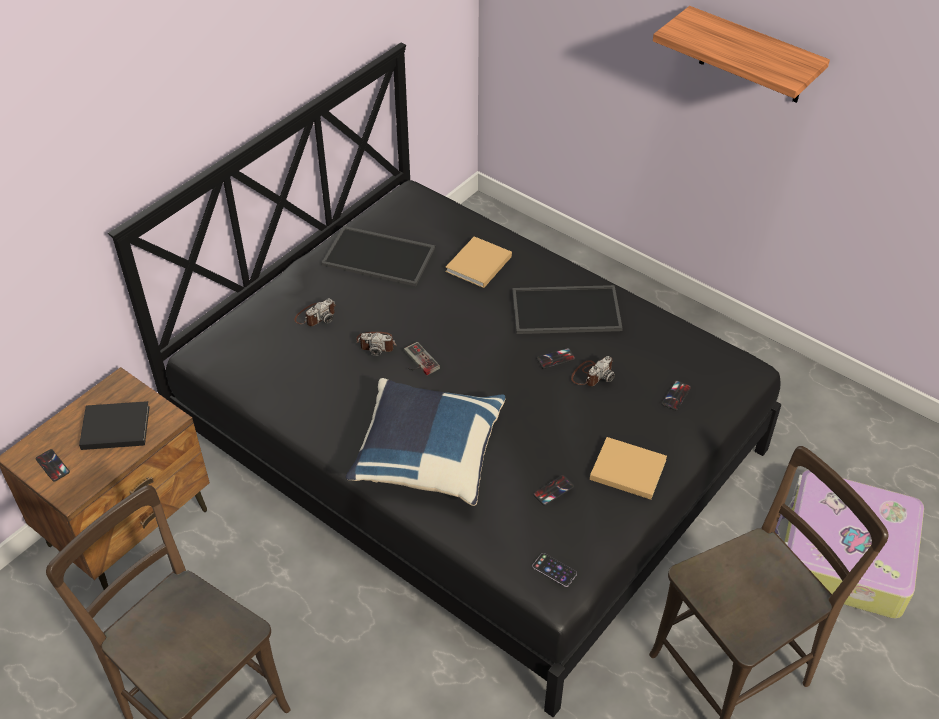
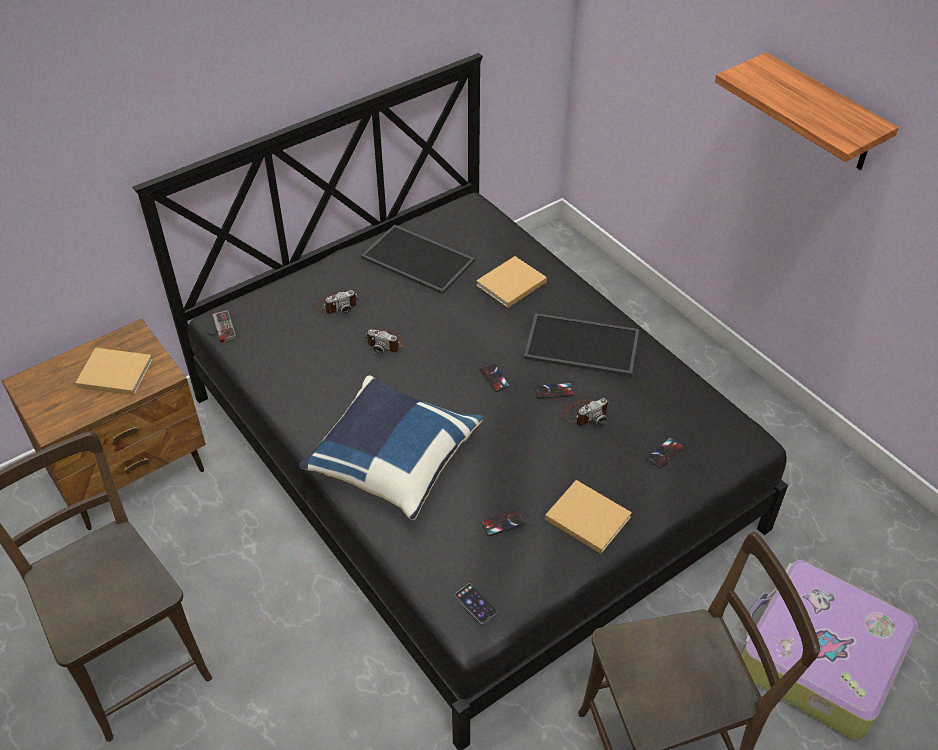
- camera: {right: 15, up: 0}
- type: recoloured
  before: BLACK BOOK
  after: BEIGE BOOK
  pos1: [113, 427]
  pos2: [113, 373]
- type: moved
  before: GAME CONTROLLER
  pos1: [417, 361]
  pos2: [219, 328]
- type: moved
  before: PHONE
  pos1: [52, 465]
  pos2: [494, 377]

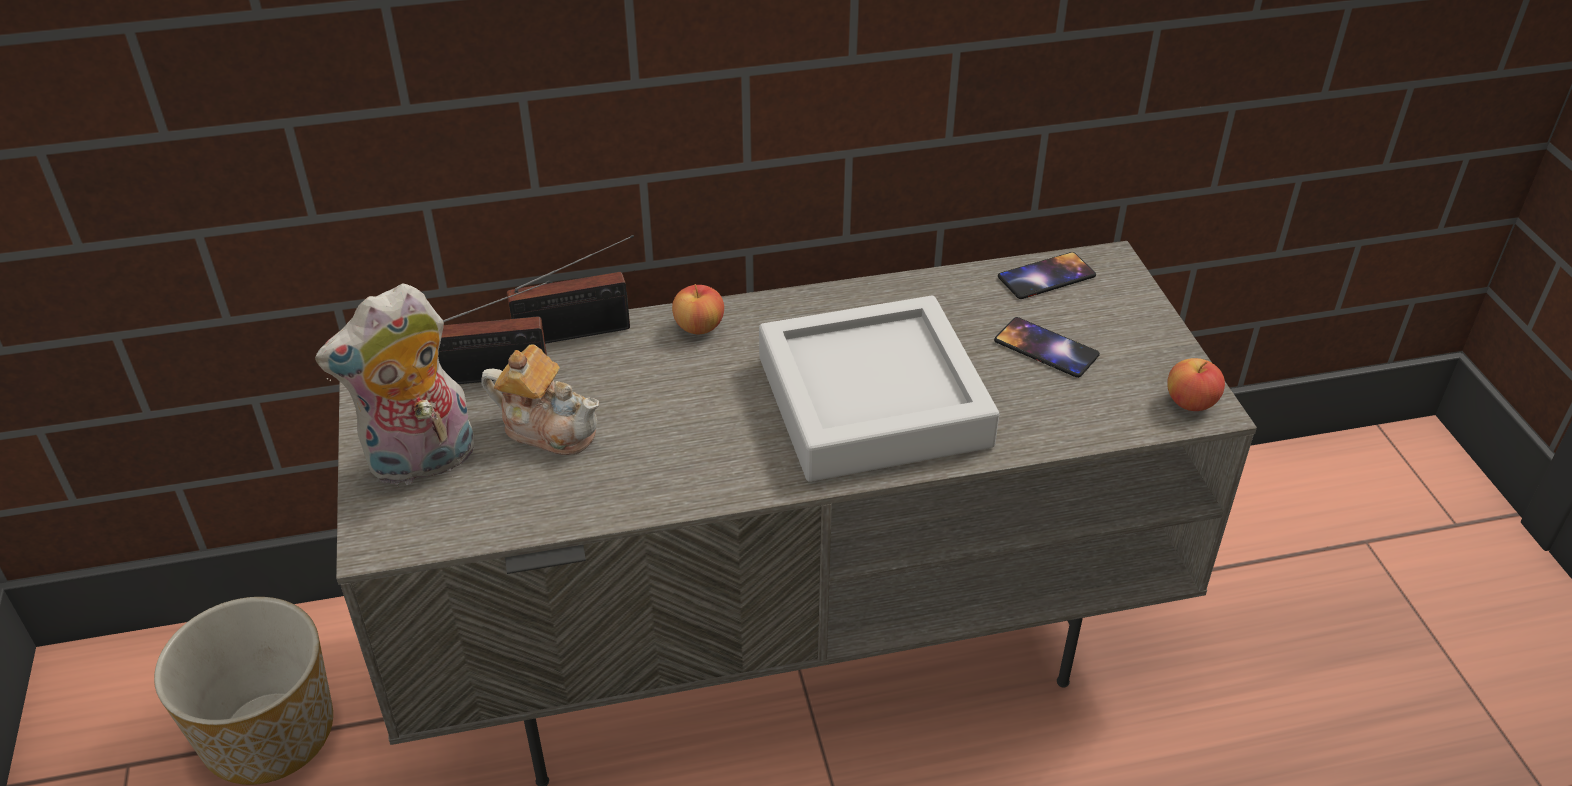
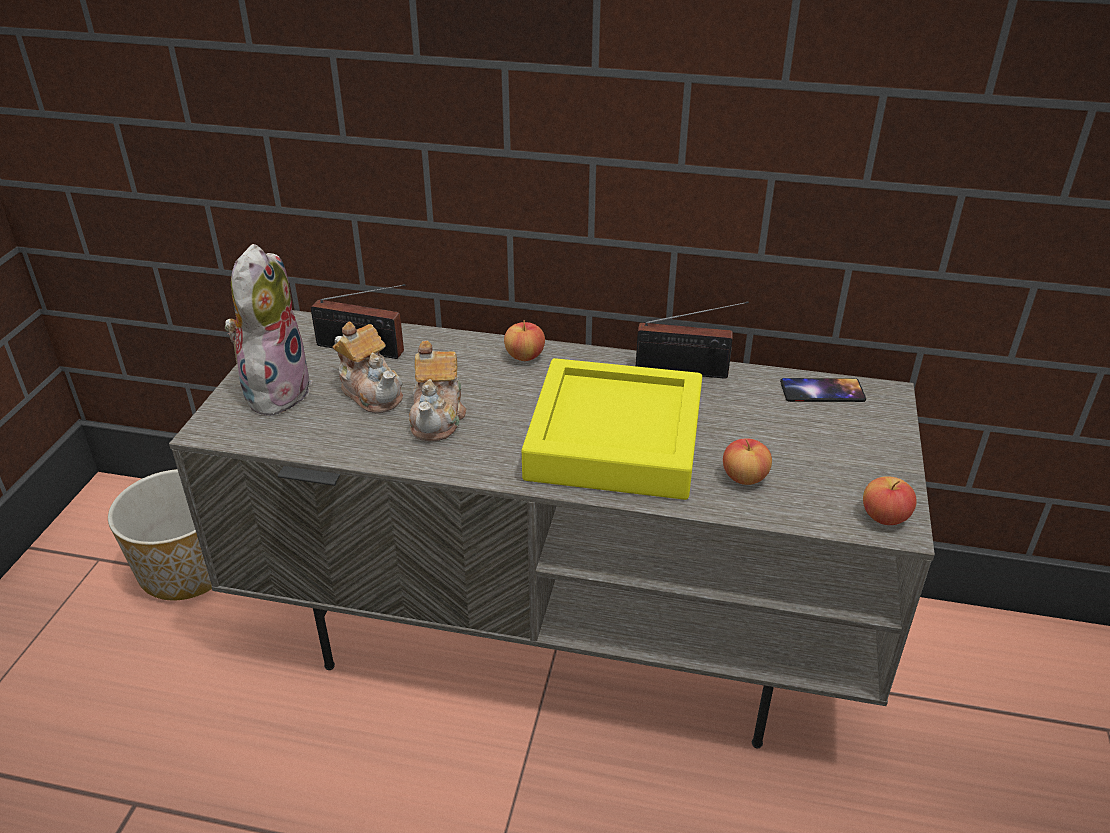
- camera: {right: 25, up: -5}
- type: turned
  before: PLUSH TOY
  pos1: [421, 463]
  pos2: [275, 390]
  turn: 105
- type: added
  after: TEAPOT
  pos2: [438, 417]
- type: recoloured
  before: GREY TRAY
  after: YELLOW TRAY
  pos1: [873, 401]
  pos2: [615, 440]
- type: moved
  before: RADIO
  pos1: [579, 332]
  pos2: [687, 371]
- type: added
  after: APPLE
  pos2: [744, 477]
- type: removed
  before: PHONE
  pos1: [1046, 348]

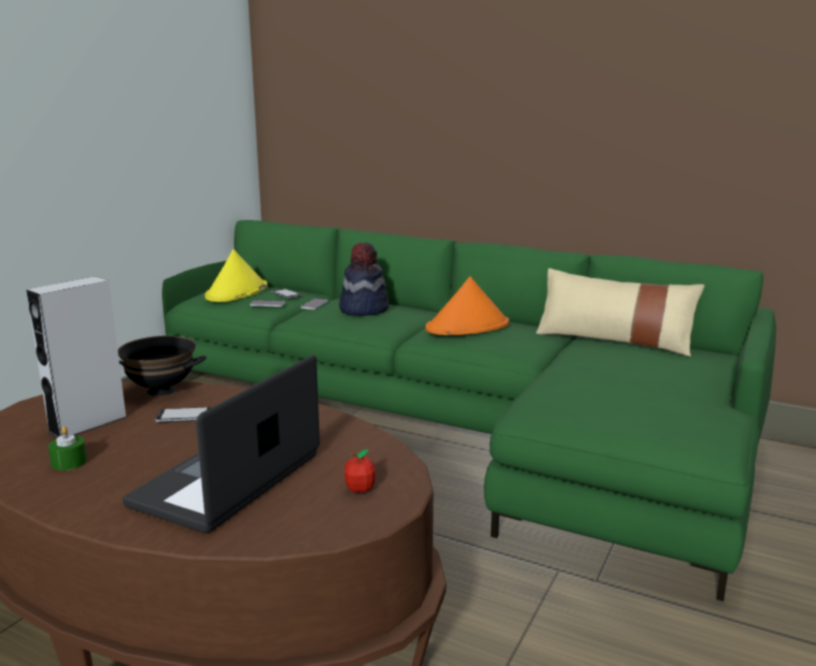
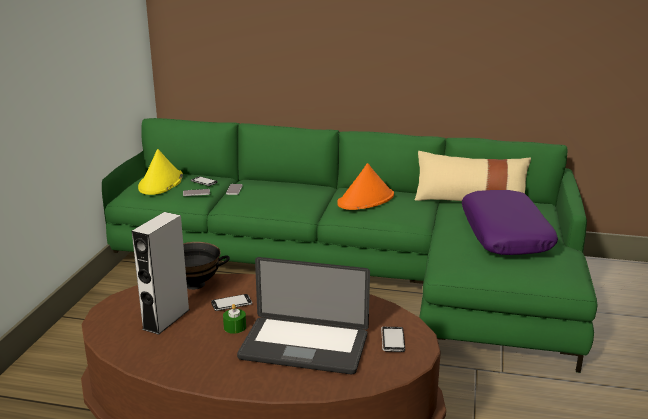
- camera: {right: -15, up: 5}
- type: moved
  before: GREEN CANDLE
  pos1: [69, 462]
  pos2: [235, 327]
- type: turned
  before: LAPTOP
  pos1: [228, 480]
  pos2: [304, 347]
  turn: -90
- type: replaced
  before: APPLE
  after: PHONE
  pos1: [360, 489]
  pos2: [392, 340]
- type: added
  after: PURPLE PILLOW
  pos2: [505, 234]
- type: removed
  before: HAT
  pos1: [363, 309]

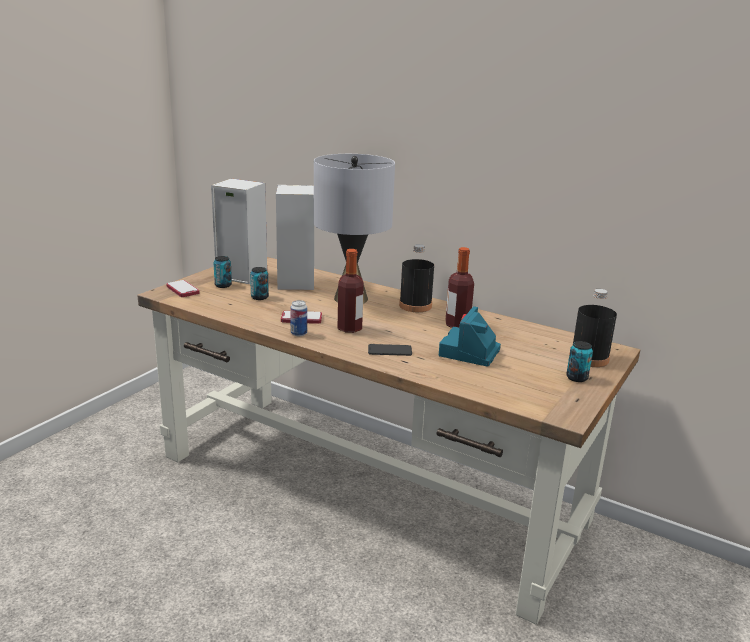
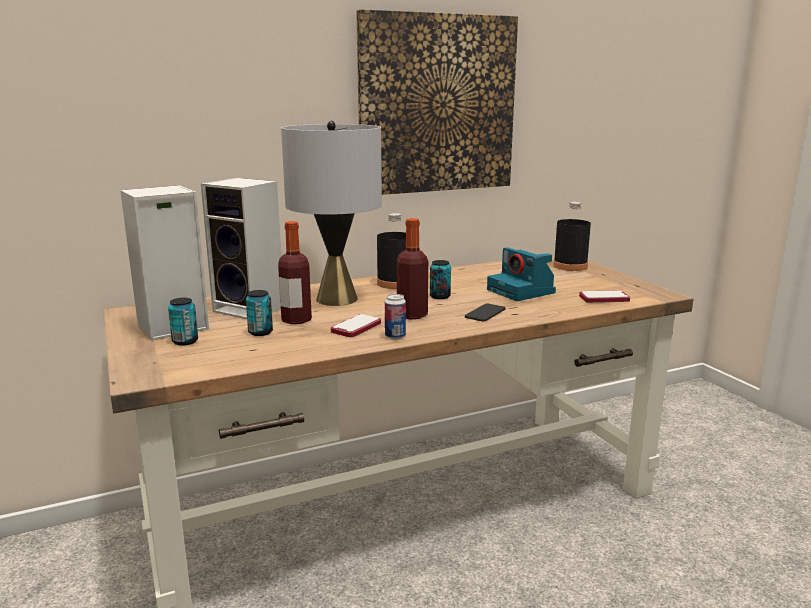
- camera: {right: -55, up: -5}
- type: moved
  before: BOTTLE
  pos1: [457, 325]
  pos2: [296, 320]
- type: added
  after: PICTURE
  pos2: [437, 104]
- type: moved
  before: CAN
  pos1: [577, 378]
  pos2: [440, 296]
- type: moved
  before: PHONE
  pos1: [182, 290]
  pos2: [604, 298]

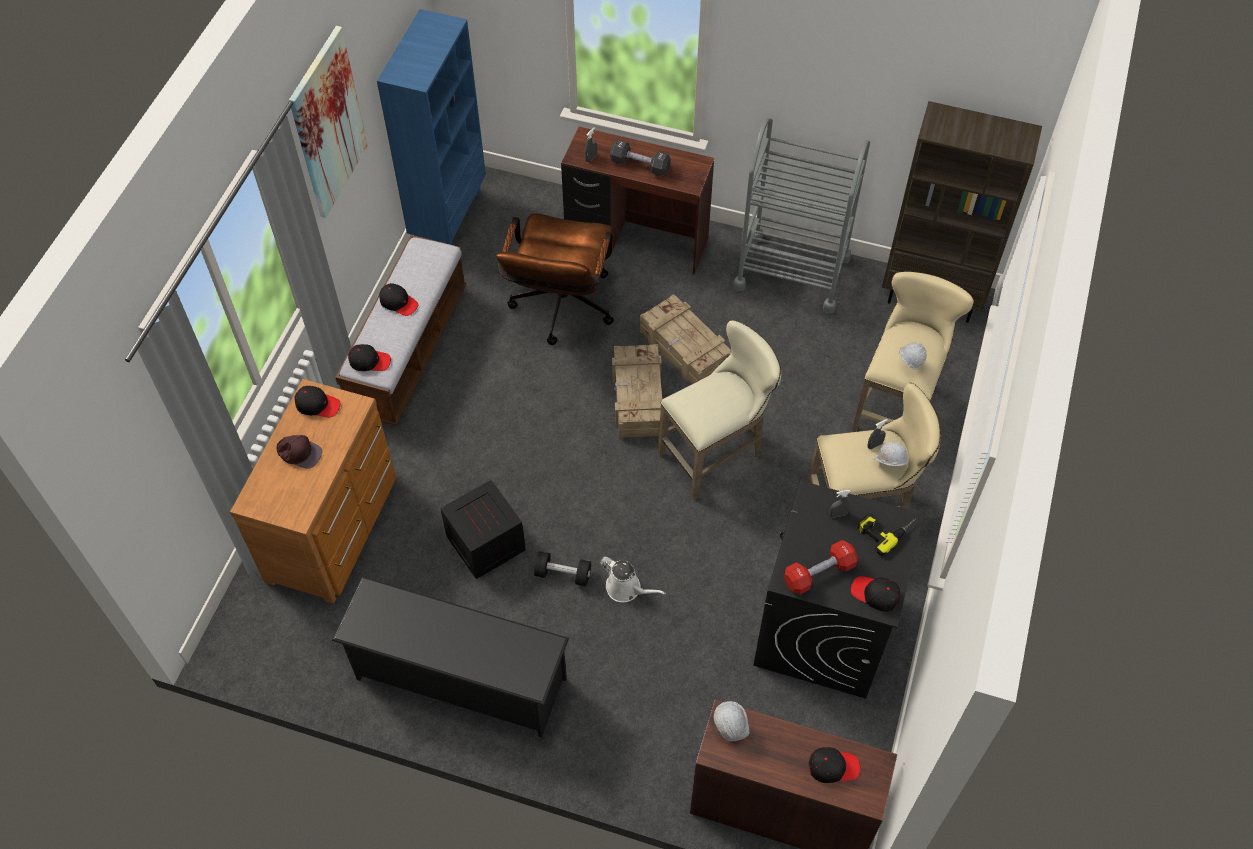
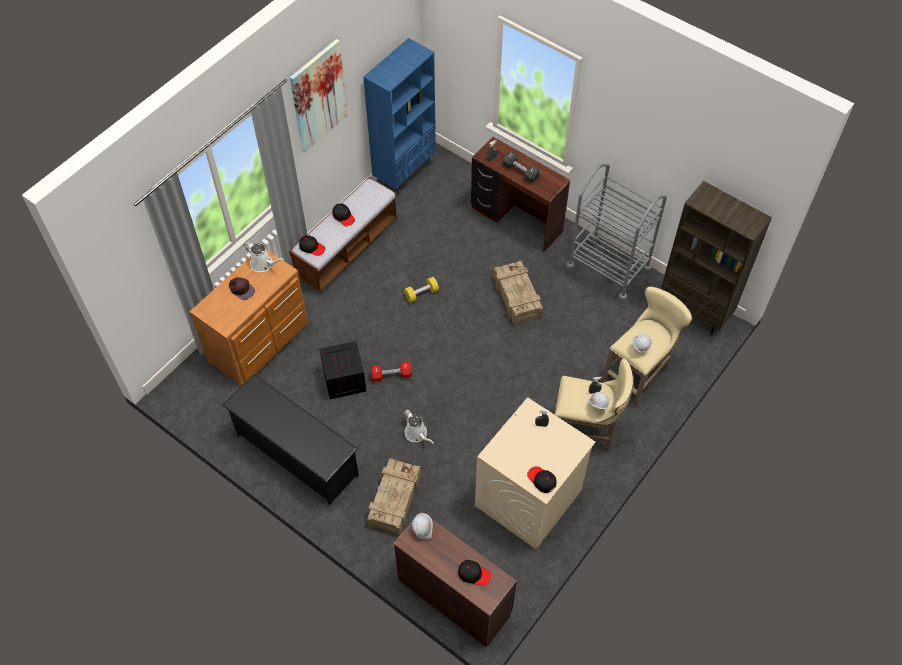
- camera: {right: 20, up: 0}
- type: replaced
  before: BLACK CAP
  after: WHITE WATERING CAN
  pos1: [317, 405]
  pos2: [263, 264]
- type: moved
  before: CRATE
  pos1: [637, 399]
  pos2: [394, 501]
- type: moved
  before: RED DUMBBELL
  pos1: [819, 573]
  pos2: [391, 375]
- type: added
  after: YELLOW DUMBBELL
  pos2: [421, 294]
- type: recoloured
  before: BLACK WASHING MACHINE
  after: BEIGE WASHING MACHINE
  pos1: [823, 630]
  pos2: [528, 499]
- type: removed
  before: BROWN OFFICE CHAIR
  pos1: [560, 311]
- type: removed
  before: BLACK DUMBBELL
  pos1: [563, 574]
- type: removed
  before: BEIGE STOOL
  pos1: [716, 454]
- type: removed
  before: POWER DRILL
  pos1: [885, 528]

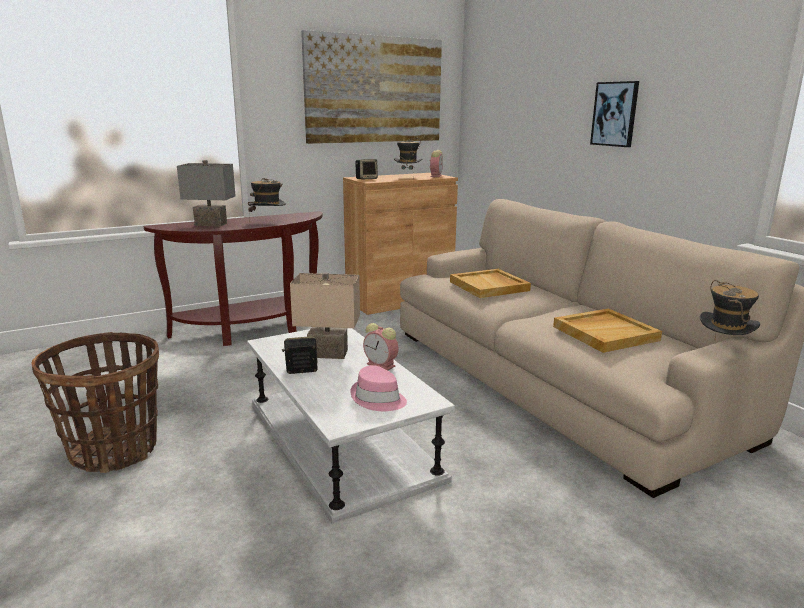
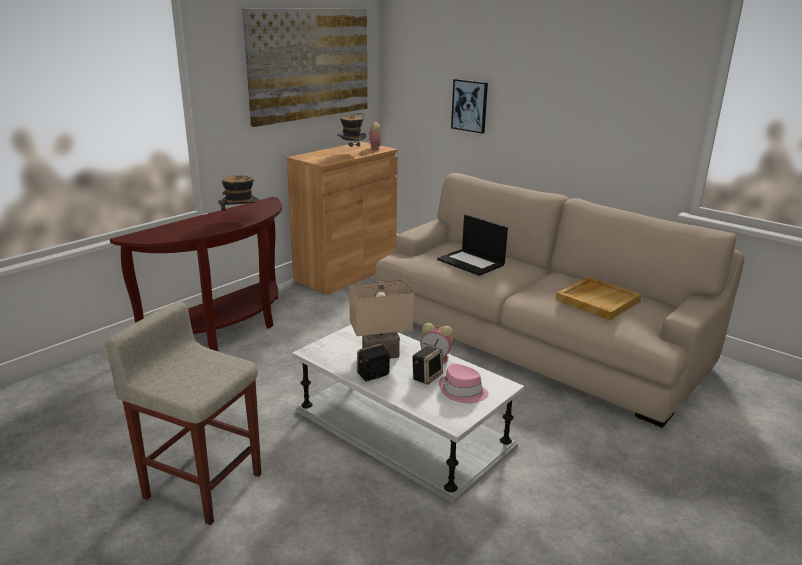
- camera: {right: -20, up: 5}
- type: replaced
  before: BASKET
  after: BEIGE STOOL
  pos1: [114, 450]
  pos2: [202, 484]
- type: moved
  before: SPEAKER
  pos1: [366, 179]
  pos2: [427, 377]
- type: replaced
  before: BEIGE TRAY
  after: LAPTOP
  pos1: [490, 286]
  pos2: [471, 262]
- type: moved
  before: PICTURE
  pos1: [615, 114]
  pos2: [470, 105]
- type: removed
  before: GREY TABLE LAMP
  pos1: [210, 224]
- type: removed
  before: HAT
  pos1: [723, 351]

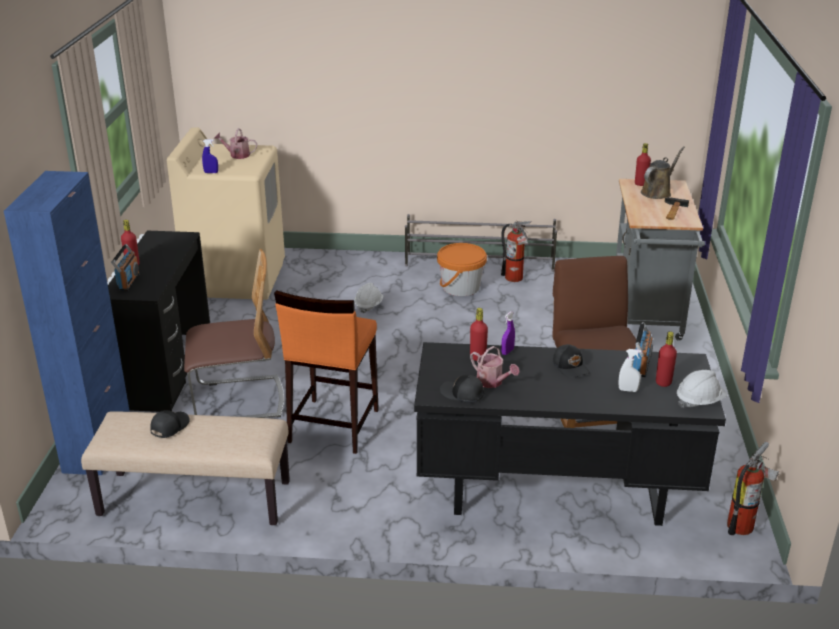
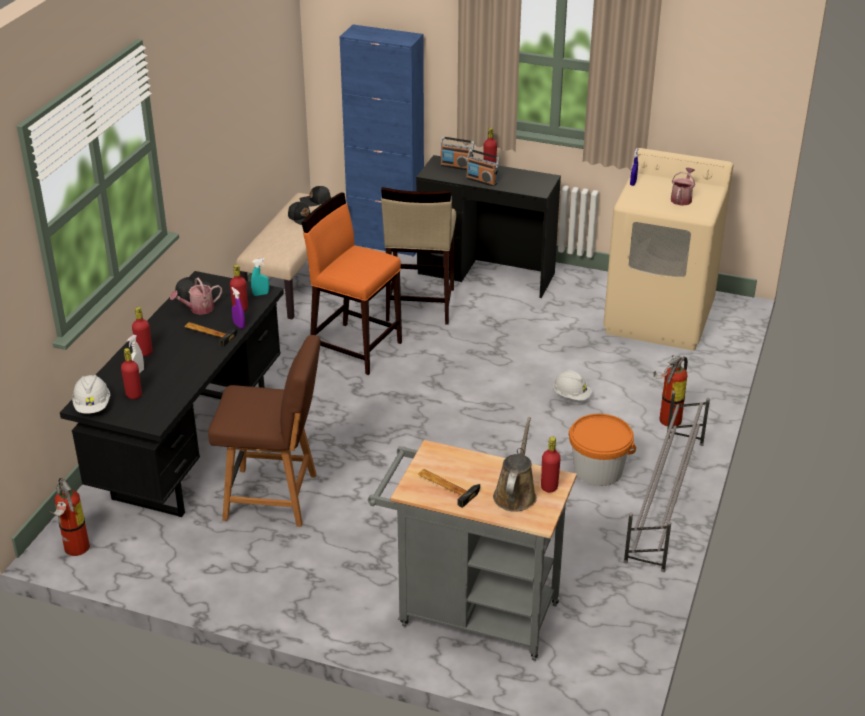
- camera: {right: 105, up: 5}
- type: added
  after: RED BOTTLE
  pos2: [144, 353]
- type: added
  after: HAMMER
  pos2: [209, 333]
- type: added
  after: TURQUOISE SPRAY BOTTLE
  pos2: [261, 294]
- type: moved
  before: BLACK CAP
  pos1: [571, 367]
  pos2: [316, 201]
- type: replaced
  before: CHAIR
  after: BEIGE STOOL
  pos1: [238, 400]
  pos2: [419, 305]
- type: moved
  before: RADIO
  pos1: [641, 365]
  pos2: [482, 180]
- type: turned
  before: BROWN WATERING CAN
  pos1: [657, 192]
  pos2: [515, 494]
  turn: -135
- type: moved
  before: FIRE EXTINGUISHER
  pos1: [515, 279]
  pos2: [666, 420]

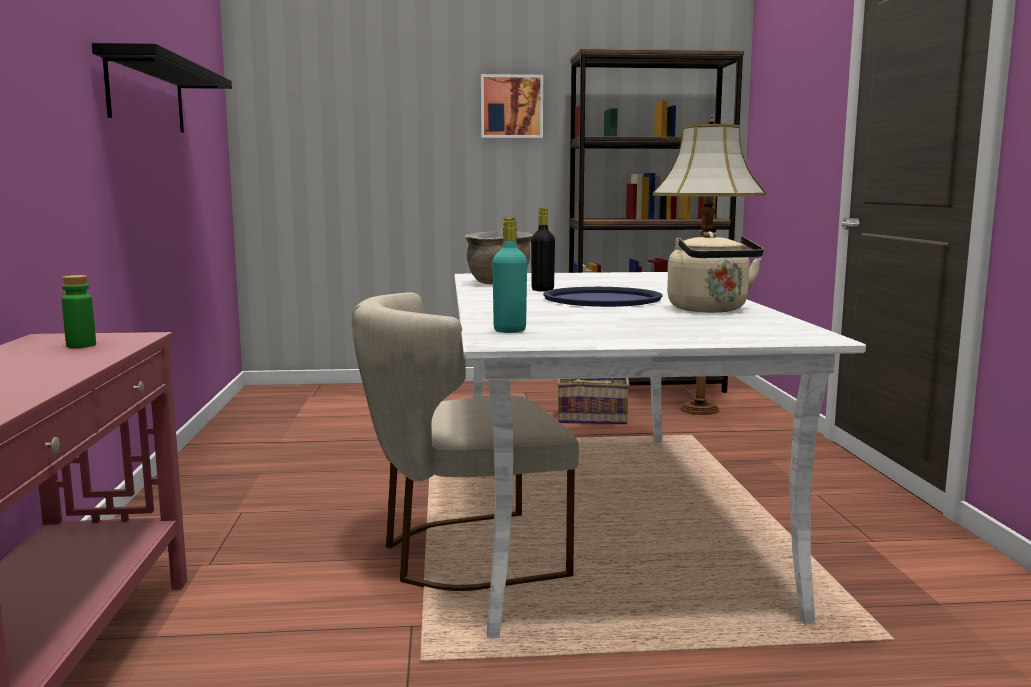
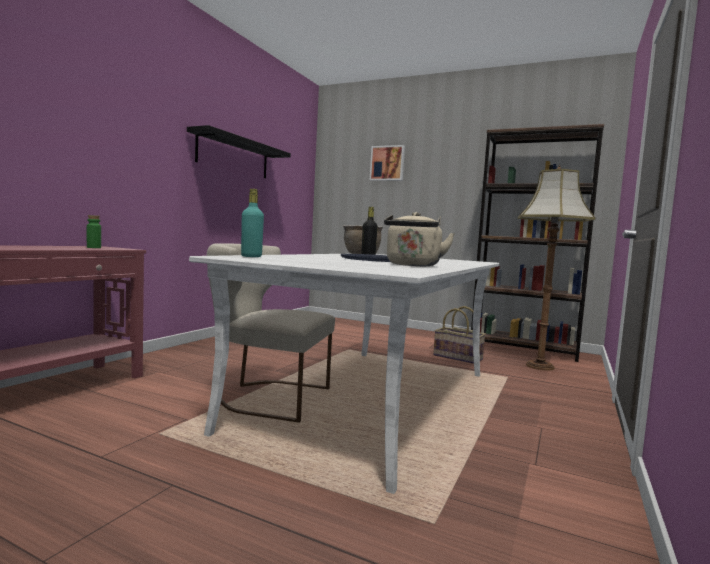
- camera: {right: 30, up: -5}
- type: moved
  before: PICTURE
  pos1: [511, 106]
  pos2: [387, 163]

